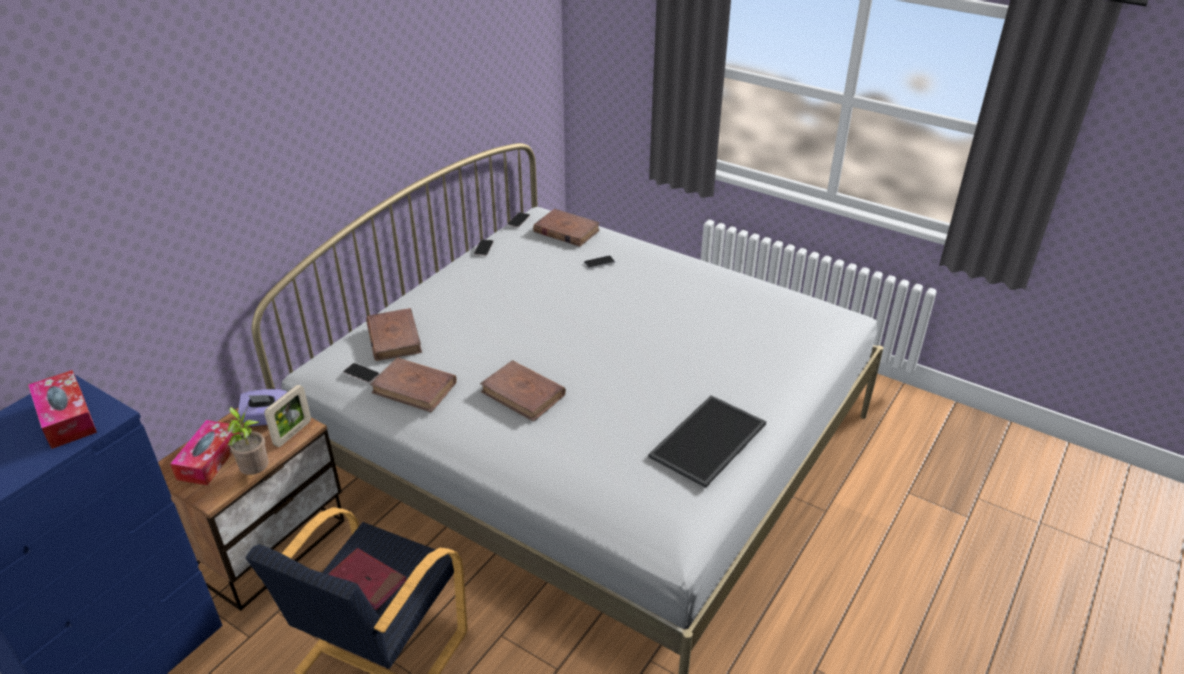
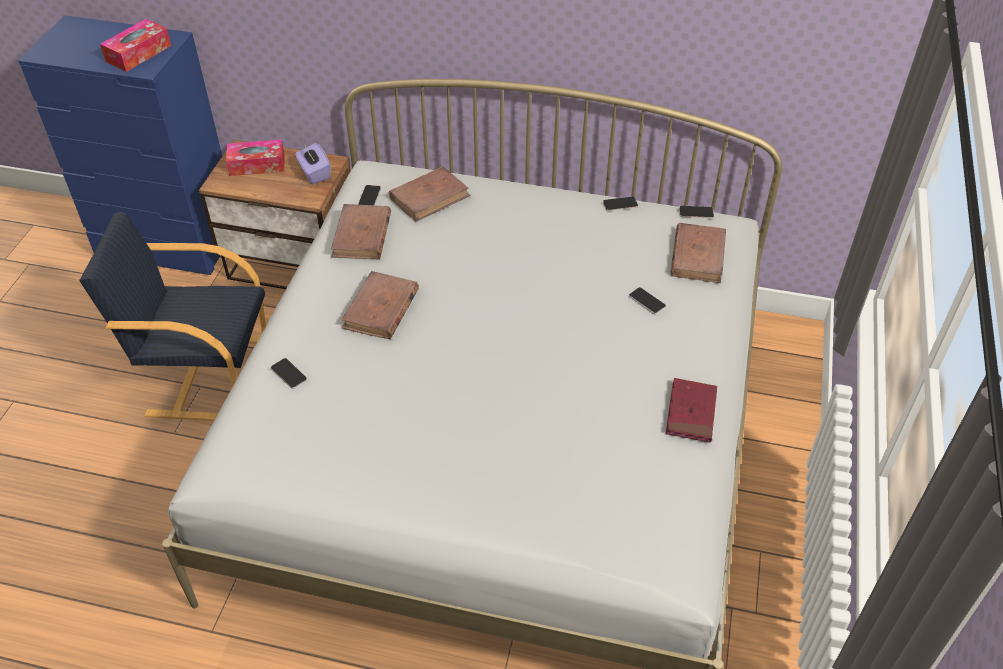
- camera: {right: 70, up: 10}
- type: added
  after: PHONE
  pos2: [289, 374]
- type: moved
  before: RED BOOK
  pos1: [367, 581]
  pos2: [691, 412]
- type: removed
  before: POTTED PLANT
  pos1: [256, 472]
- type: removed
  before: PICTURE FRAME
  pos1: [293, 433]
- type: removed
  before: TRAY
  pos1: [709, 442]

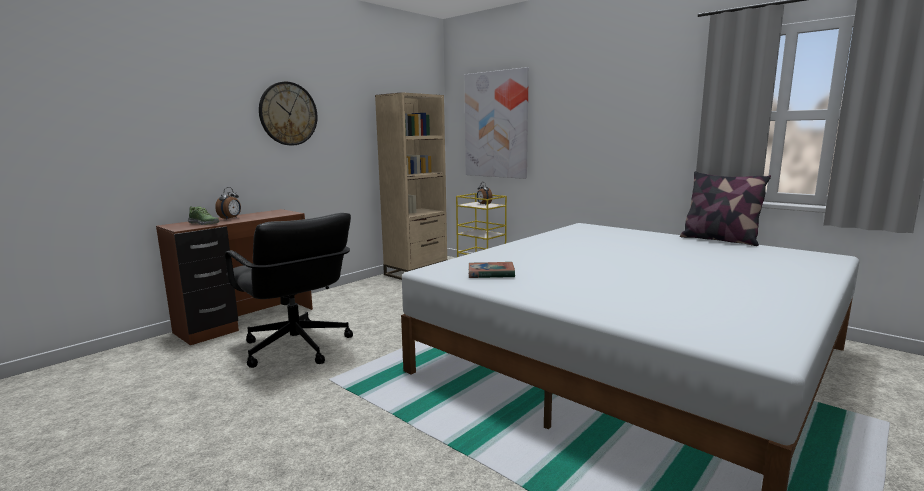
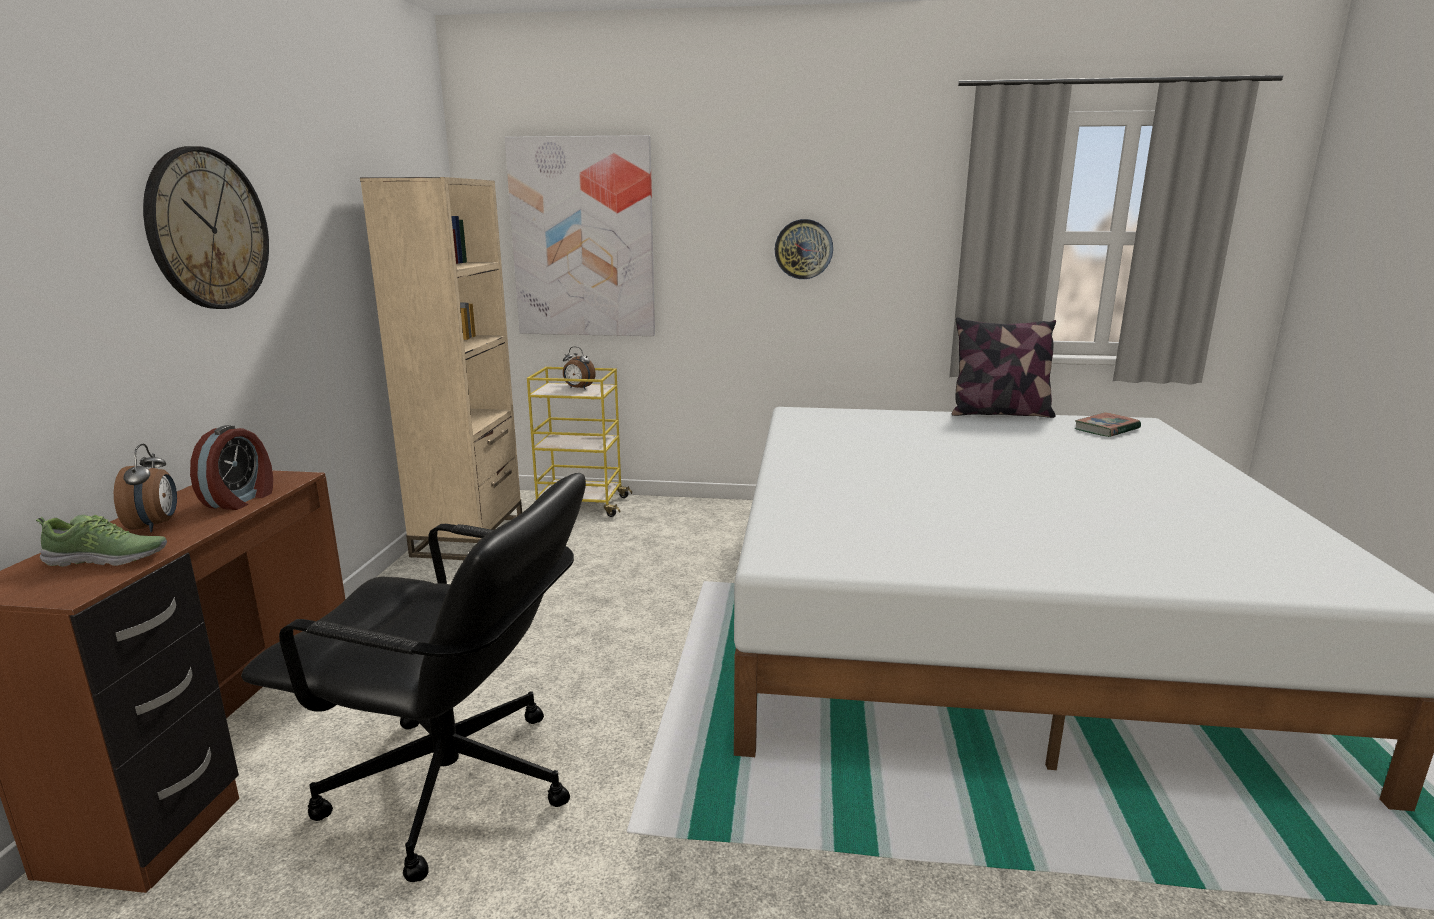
- camera: {right: -35, up: 5}
- type: added
  after: ALARM CLOCK
  pos2: [241, 500]
- type: added
  after: WALL CLOCK
  pos2: [803, 249]
- type: moved
  before: BOOK
  pos1: [491, 274]
  pos2: [1106, 429]

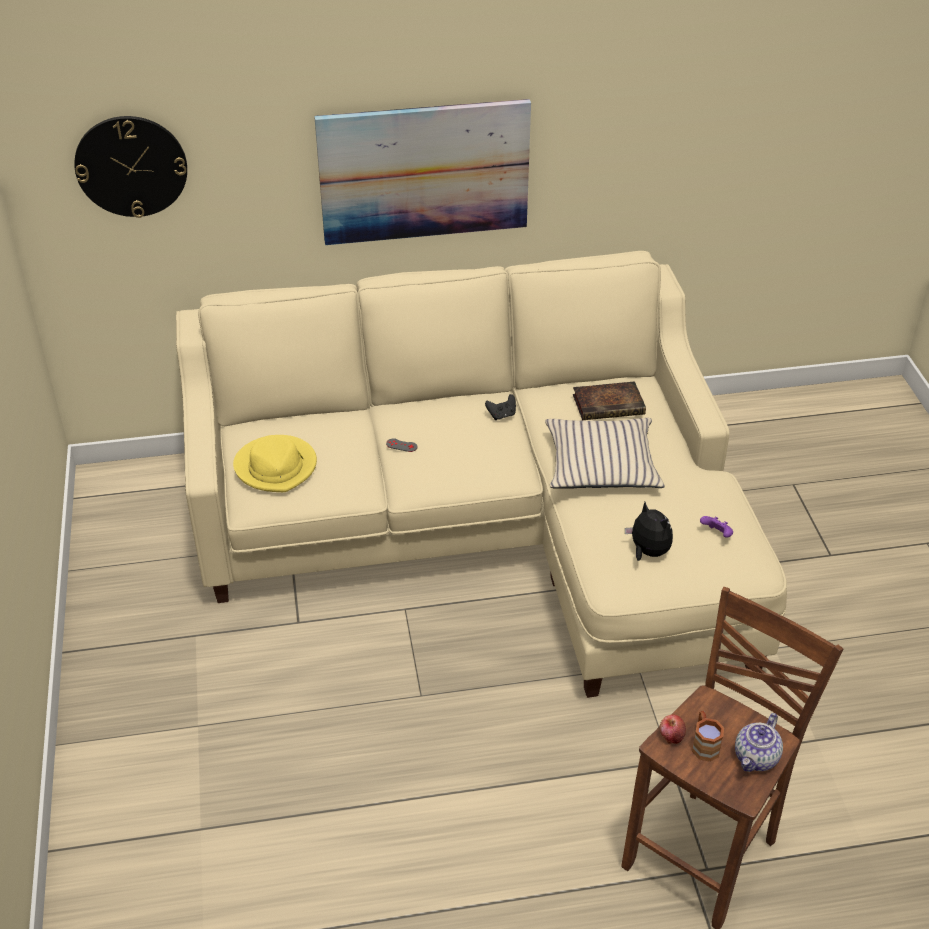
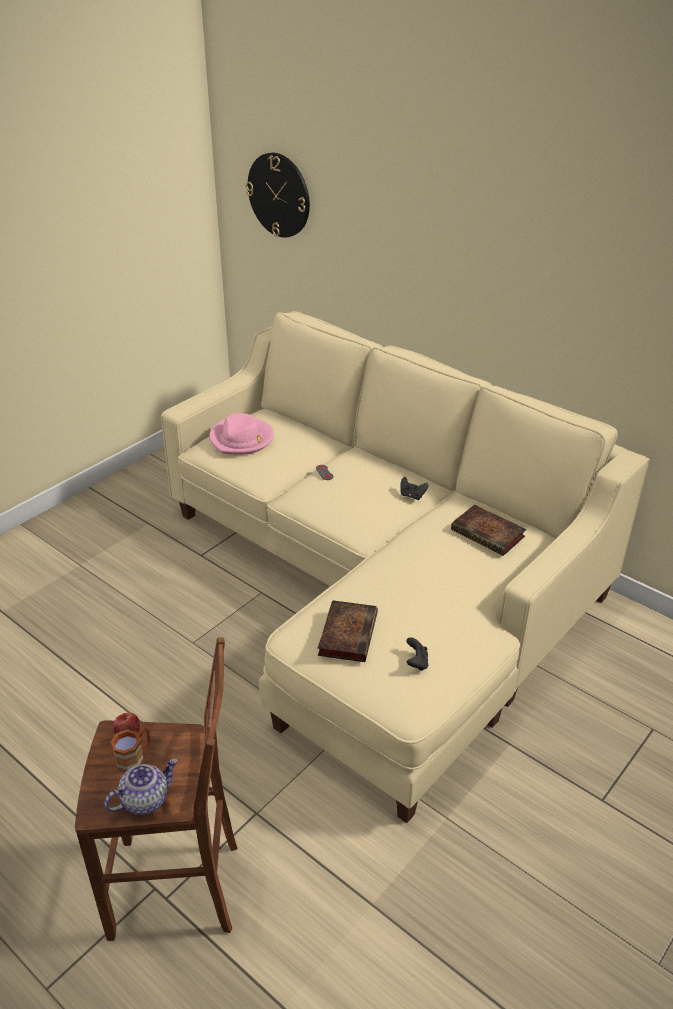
- camera: {right: 50, up: -5}
- type: turned
  before: TEAPOT
  pos1: [756, 758]
  pos2: [145, 799]
  turn: 150
- type: recoloured
  before: YELLOW HAT
  after: PINK HAT
  pos1: [276, 467]
  pos2: [242, 439]
- type: replaced
  before: PLUSH TOY
  after: BOOK
  pos1: [647, 552]
  pos2: [347, 633]
- type: recoloured
  before: PURPLE GAME CONTROLLER
  after: BLACK GAME CONTROLLER
  pos1: [717, 534]
  pos2: [416, 663]
- type: removed
  before: PICTURE
  pos1: [424, 171]
- type: removed
  before: BEIGE PILLOW
  pos1: [601, 464]

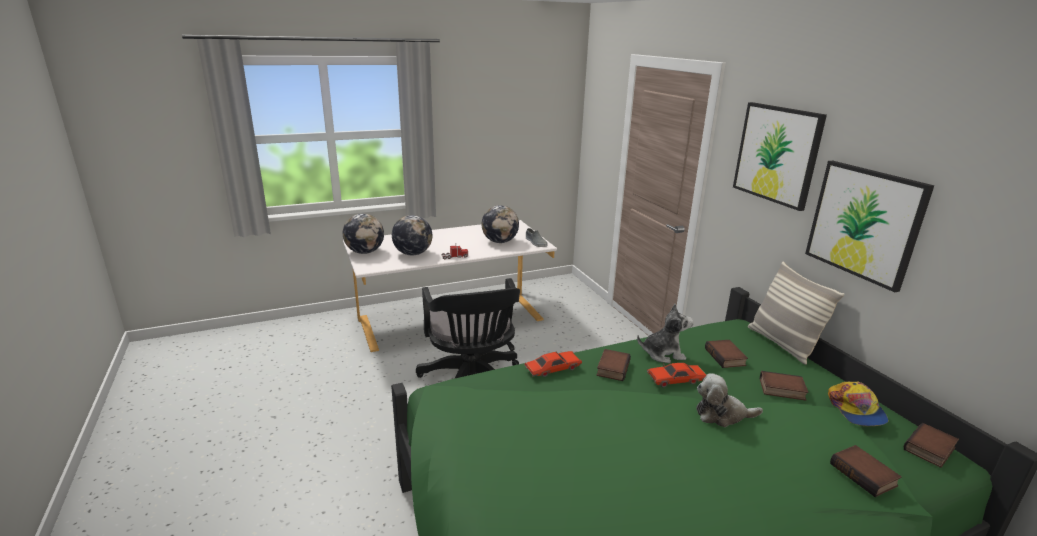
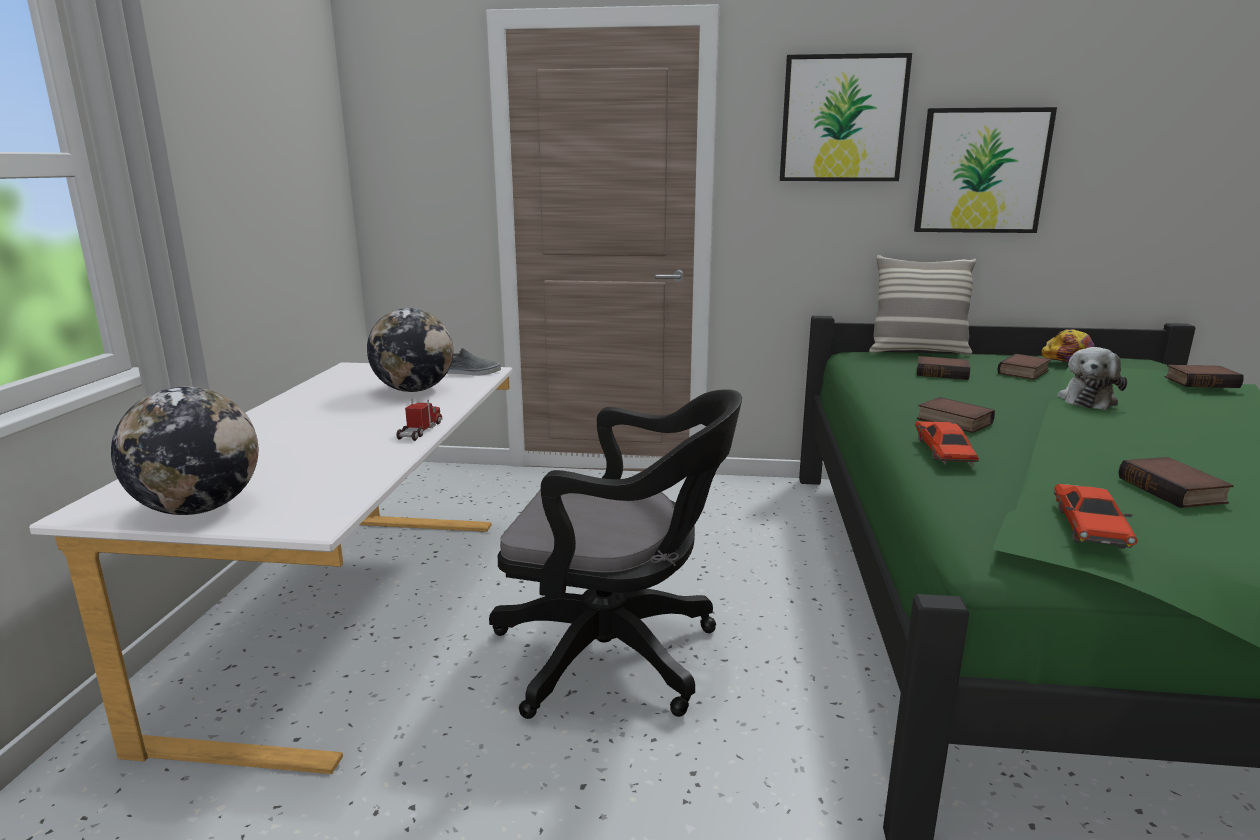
- camera: {right: -60, up: -5}
- type: moved
  before: RED TOY CAR
  pos1: [676, 380]
  pos2: [1088, 527]
- type: moved
  before: BOOK
  pos1: [930, 450]
  pos2: [1174, 490]
- type: removed
  before: GLOBE
  pos1: [413, 254]
- type: removed
  before: PLUSH TOY
  pos1: [663, 354]

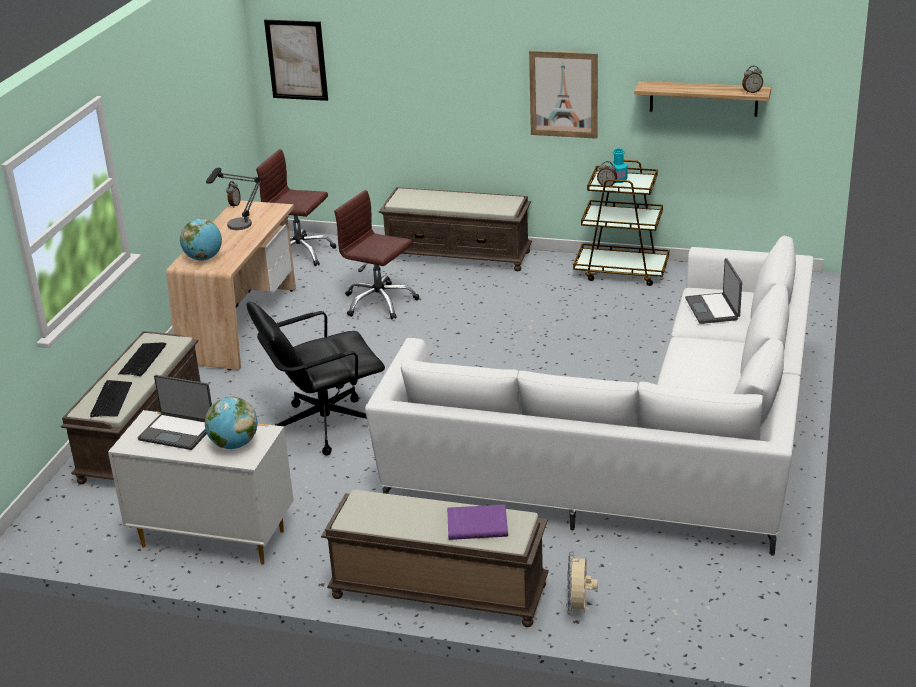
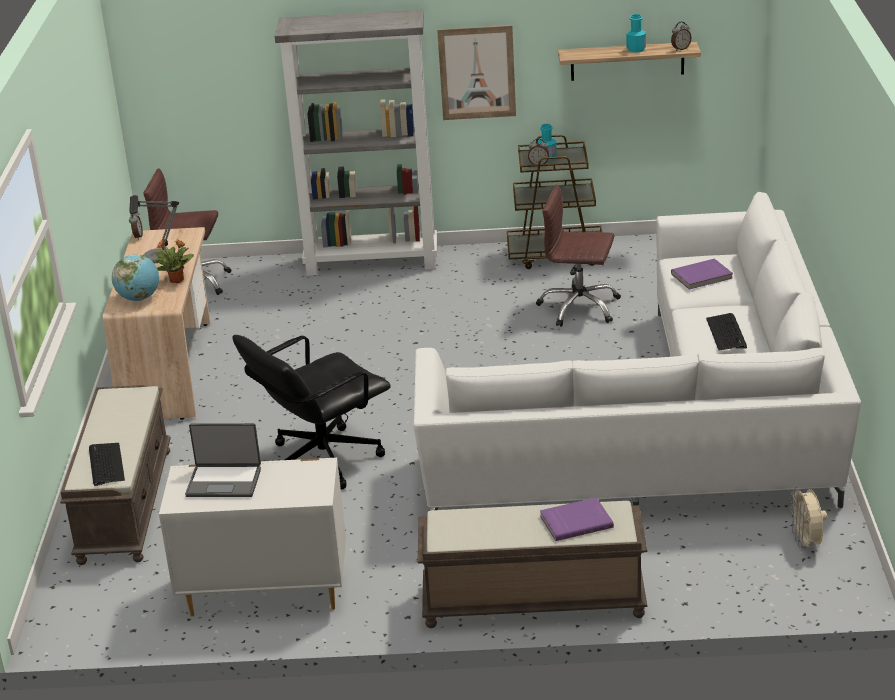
- camera: {right: -15, up: 0}
- type: added
  after: POTTED PLANT
  pos2: [177, 280]
- type: replaced
  before: BROWN BENCH
  after: GREY BOOKCASE
  pos1: [458, 255]
  pos2: [373, 262]
- type: moved
  before: BROWN OFFICE CHAIR
  pos1: [379, 302]
  pos2: [579, 307]
- type: added
  after: TURQUOISE BOTTLE
  pos2: [636, 49]
- type: replaced
  before: LAPTOP
  after: PURPLE BOOK
  pos1: [713, 309]
  pos2: [702, 276]
- type: moved
  before: KEYBOARD
  pos1: [143, 360]
  pos2: [726, 333]
- type: moved
  before: BEIGE FAN
  pos1: [579, 608]
  pos2: [806, 543]
- type: removed
  before: GLOBE
  pos1: [234, 445]
- type: removed
  before: PICTURE
  pos1: [296, 60]

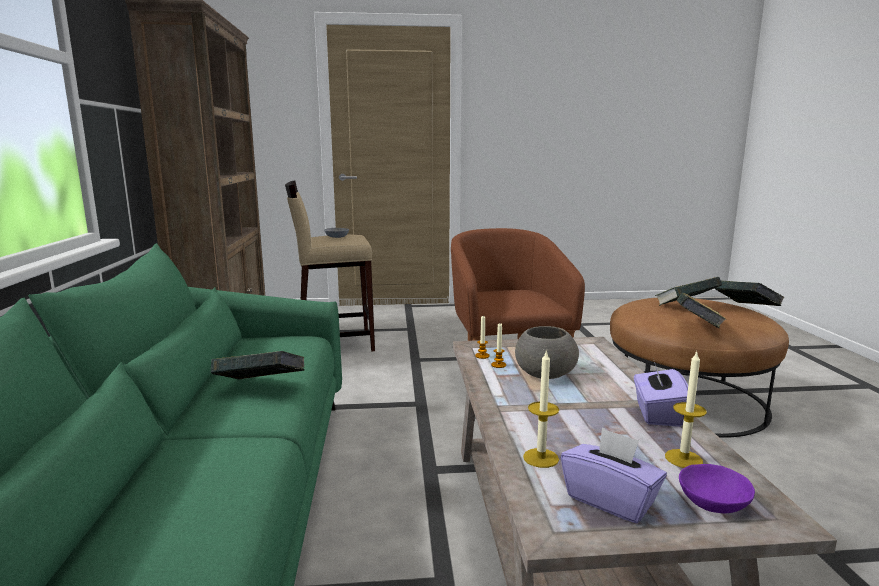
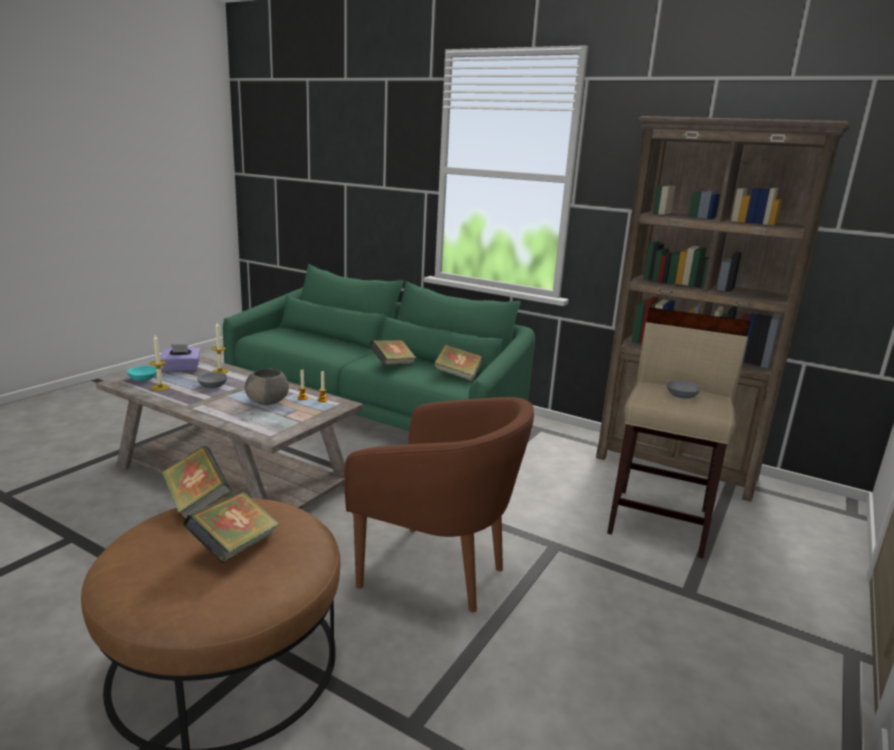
- camera: {right: 125, up: 5}
- type: recoloured
  before: PURPLE BOWL
  after: TURQUOISE BOWL
  pos1: [711, 500]
  pos2: [144, 379]
- type: added
  after: GREY BOWL
  pos2: [211, 386]
- type: moved
  before: BOOK
  pos1: [745, 309]
  pos2: [457, 375]
- type: removed
  before: PURPLE TISSUE BOX
  pos1: [657, 414]

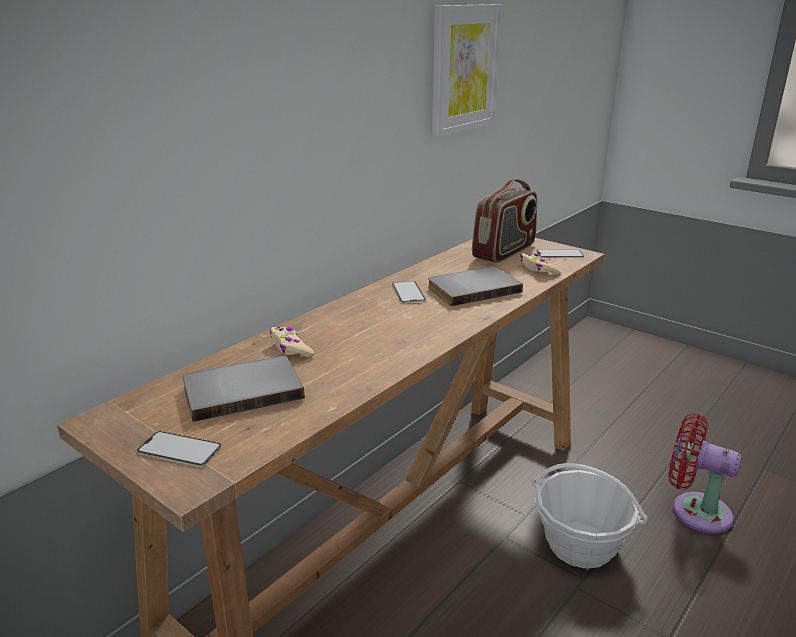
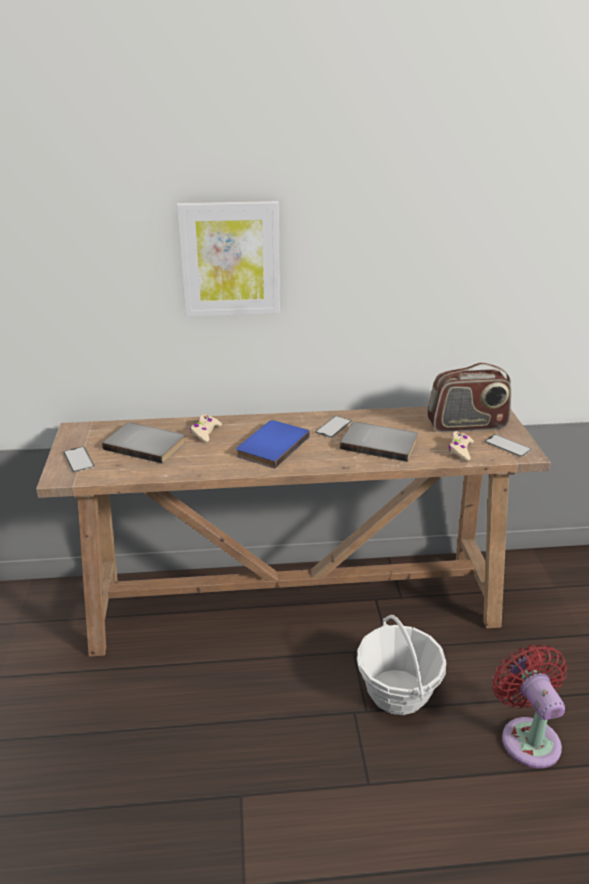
- camera: {right: 45, up: 5}
- type: moved
  before: PICTURE
  pos1: [463, 69]
  pos2: [230, 259]
- type: added
  after: BLUE BOOK
  pos2: [270, 446]

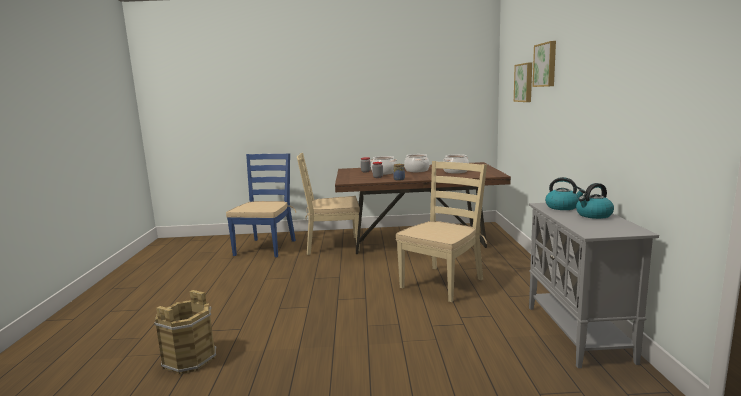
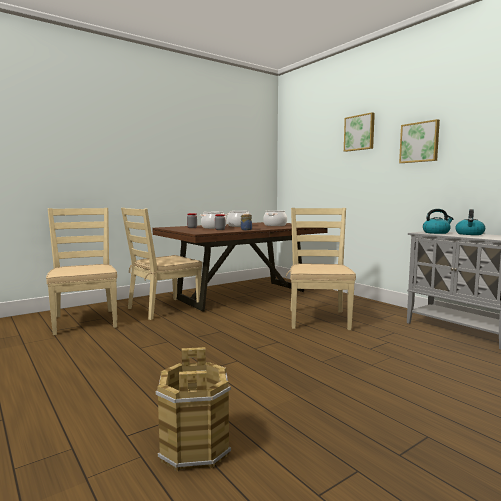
- camera: {right: -35, up: -5}
- type: recoloured
  before: BLUE CHAIR
  after: BEIGE CHAIR
  pos1: [265, 247]
  pos2: [85, 321]
- type: moved
  before: PICTURE
  pos1: [524, 82]
  pos2: [419, 142]

